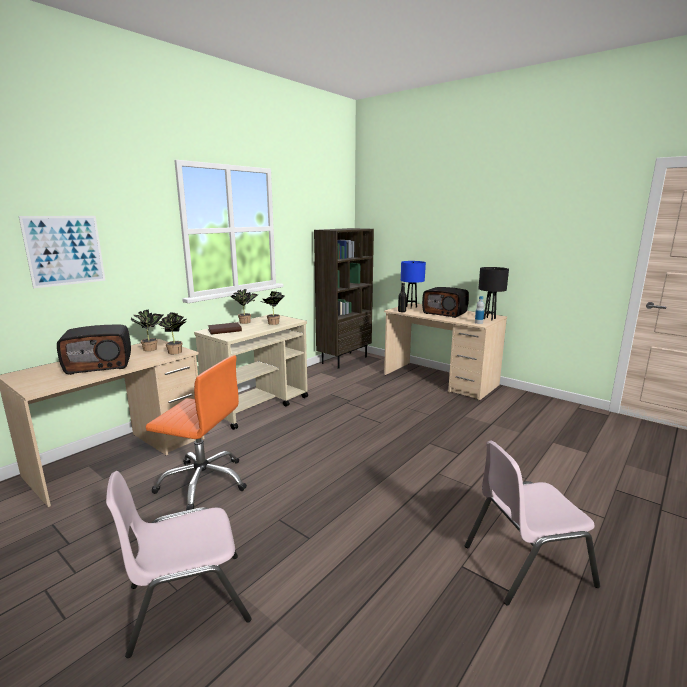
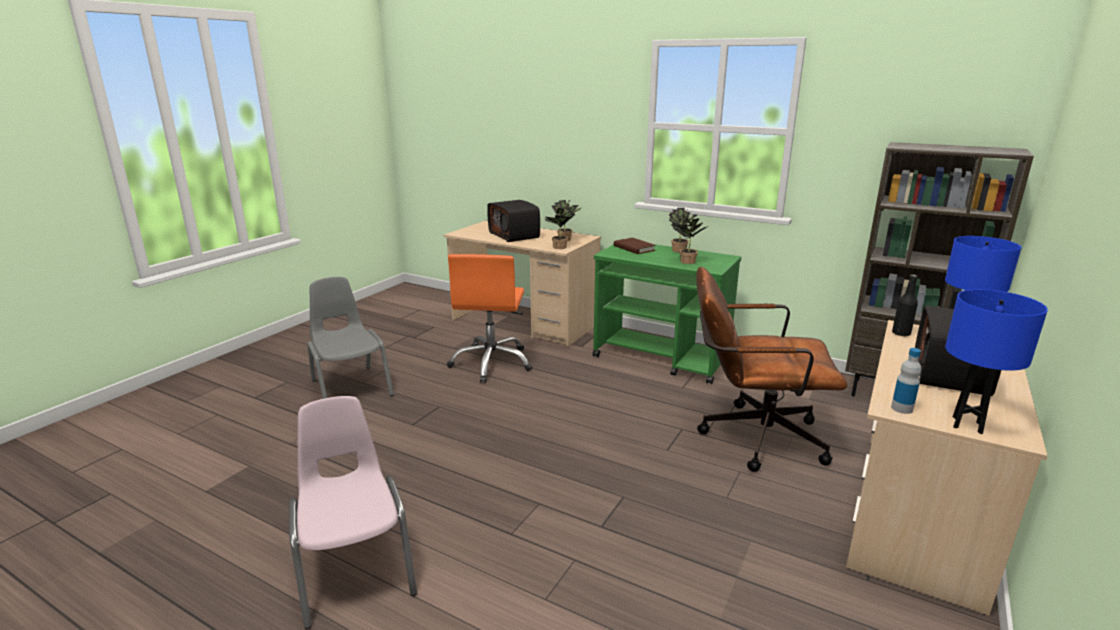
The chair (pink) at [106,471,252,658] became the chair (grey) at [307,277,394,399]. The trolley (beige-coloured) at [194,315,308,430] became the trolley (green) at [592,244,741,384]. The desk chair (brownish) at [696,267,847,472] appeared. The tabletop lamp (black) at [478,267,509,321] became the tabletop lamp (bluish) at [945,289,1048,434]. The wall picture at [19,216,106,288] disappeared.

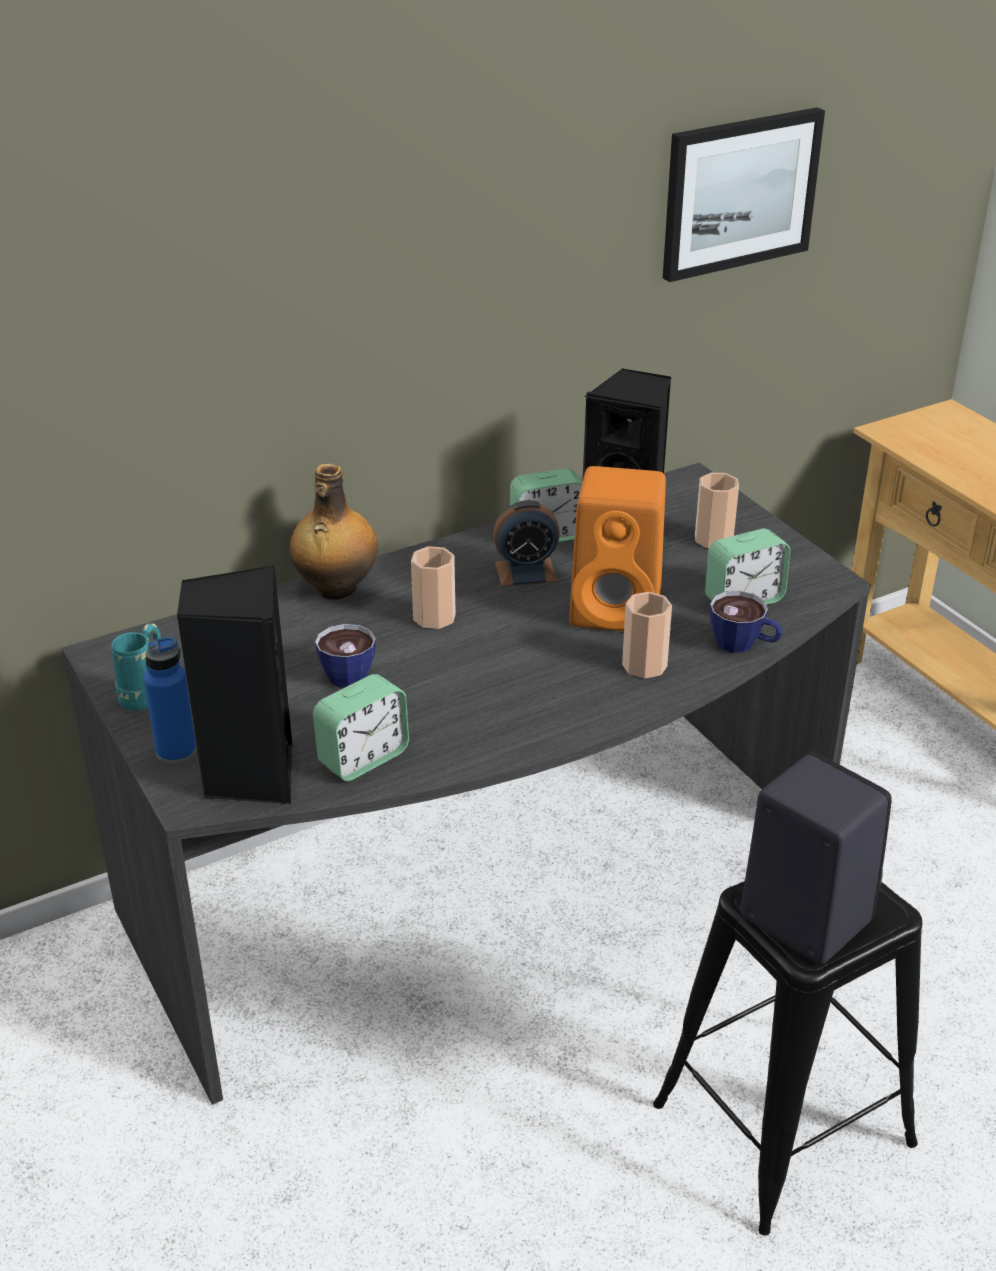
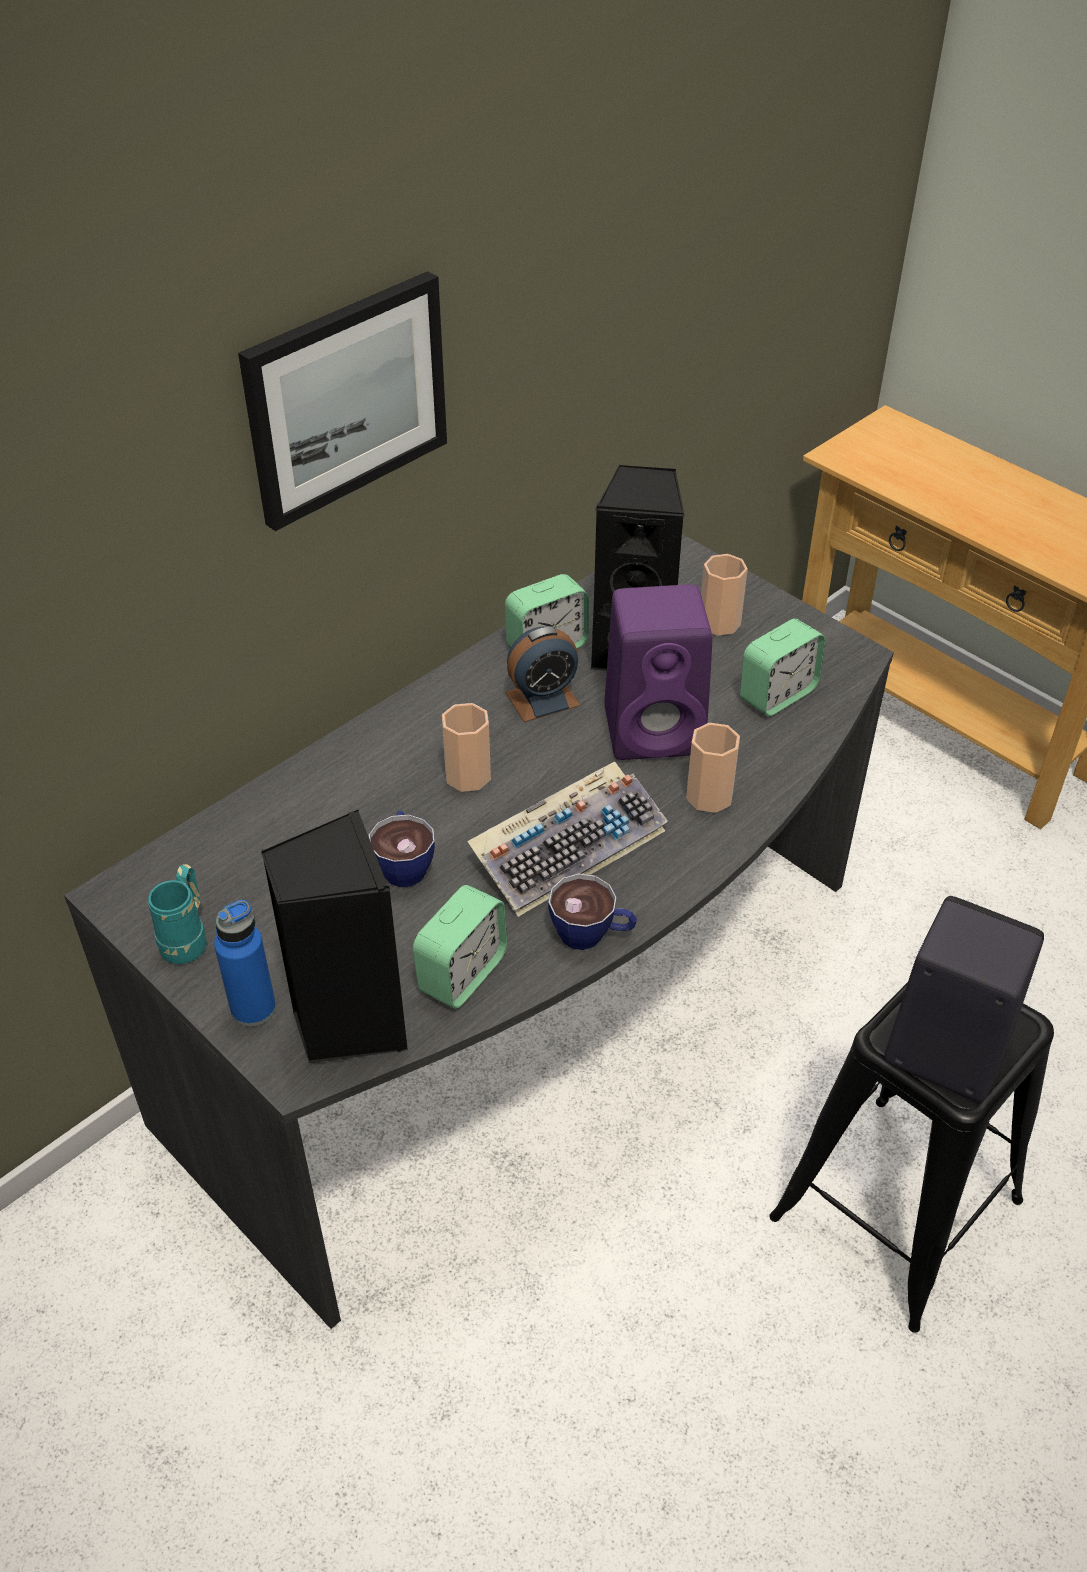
The wall picture moved from [663,107,825,282] to [238,271,447,531]. The computer keyboard at [468,762,668,917] appeared. The drinking cup moved from [710,591,783,653] to [548,873,637,950]. The audio speaker (orangey) at [569,466,666,631] became the audio speaker (purple) at [604,584,712,760]. The drink bottle at [290,464,378,600] disappeared.

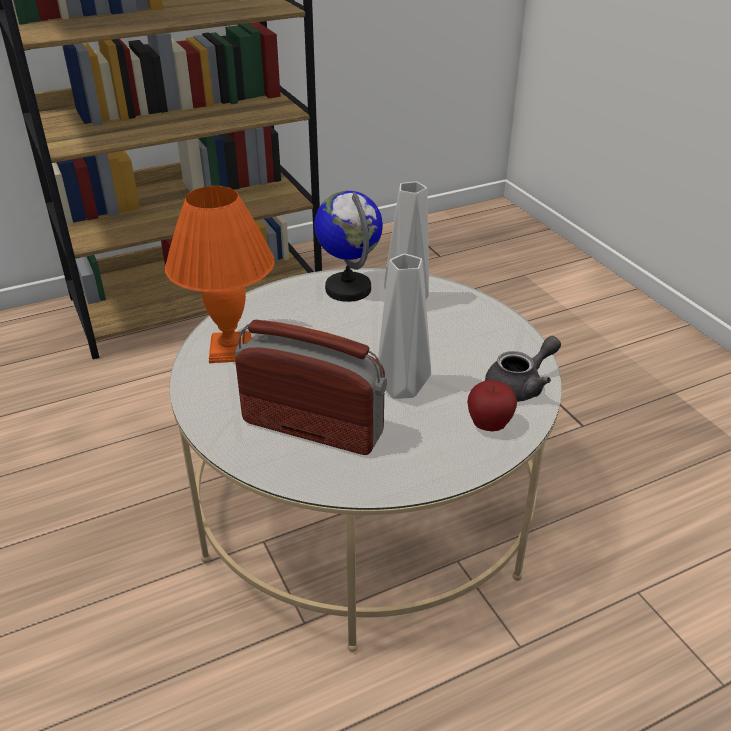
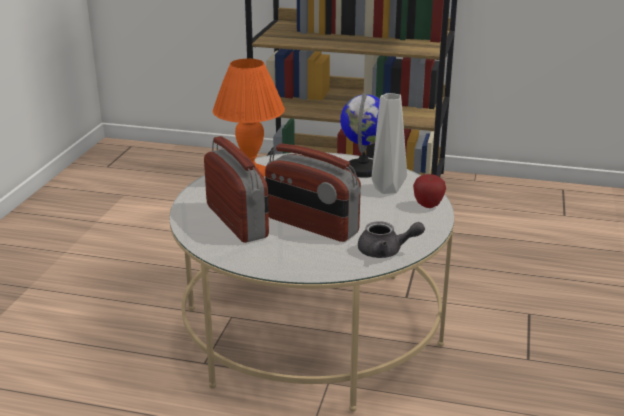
The decorative vase (grey) at [378,254,431,399] was replaced by the radio set at [265,143,361,242]. The apple fruit moved from [467,380,517,431] to [413,174,446,208].

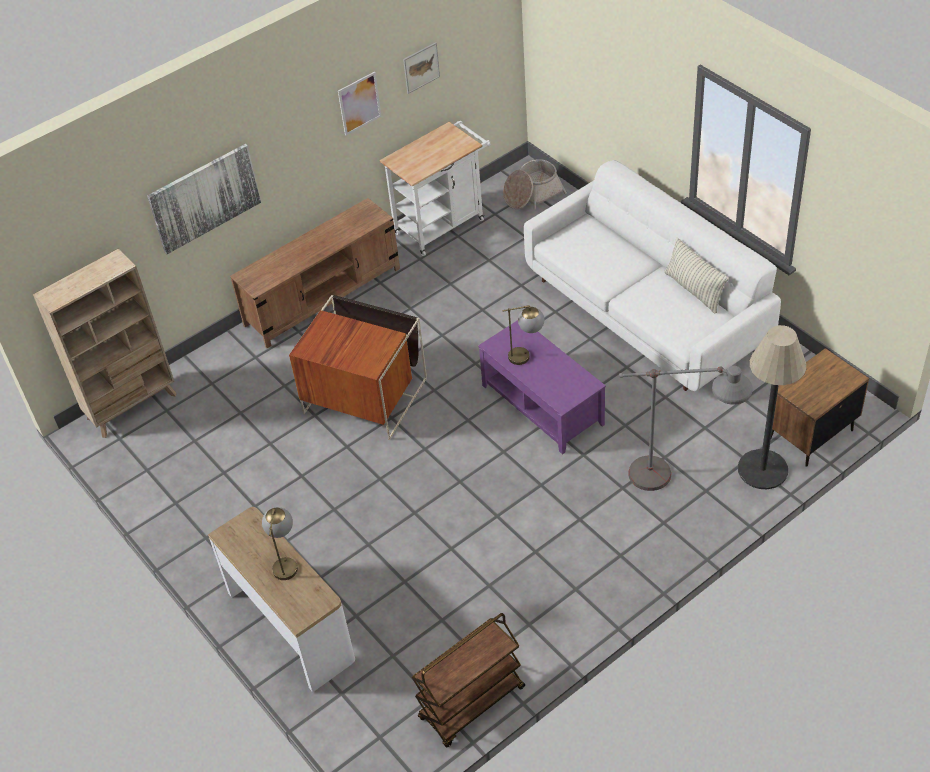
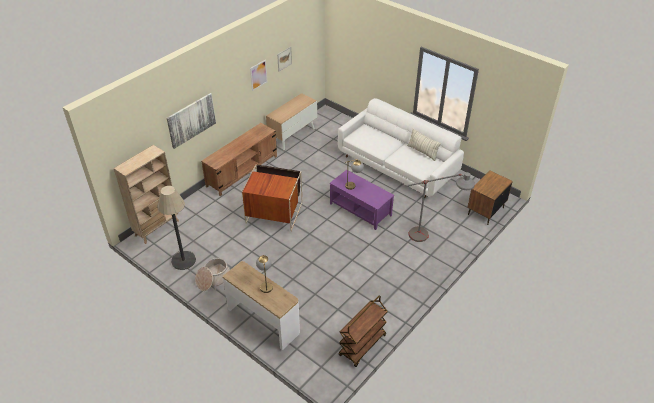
The standard lamp moved from [738,325,806,489] to [157,186,196,270]. The household basket moved from [503,159,567,210] to [195,258,230,291]. The trolley (white) at [380,121,490,256] was replaced by the storage cabinet at [266,93,317,150].

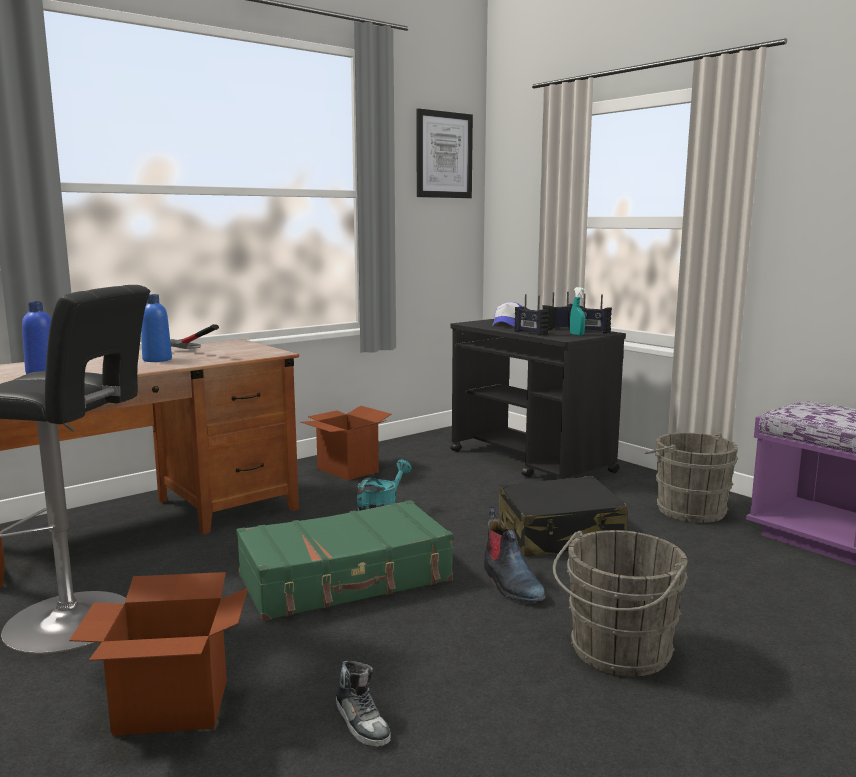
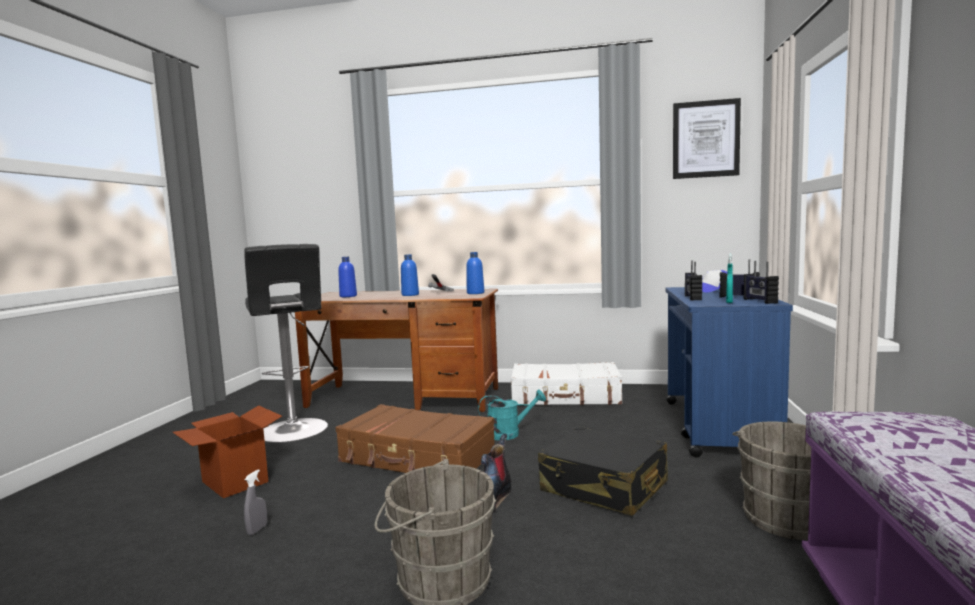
The item of footwear at [336,661,391,747] was replaced by the sprayer (grey) at [244,469,267,535]. The piece of luggage (green) at [237,500,453,621] became the piece of luggage (brownish) at [336,404,495,473]. The drink bottle (bluish) at [466,252,484,294] appeared. The carton at [301,405,392,480] was replaced by the piece of luggage (white) at [511,362,622,405]. The trolley (black) at [450,319,626,479] became the trolley (bluish) at [666,287,793,457].

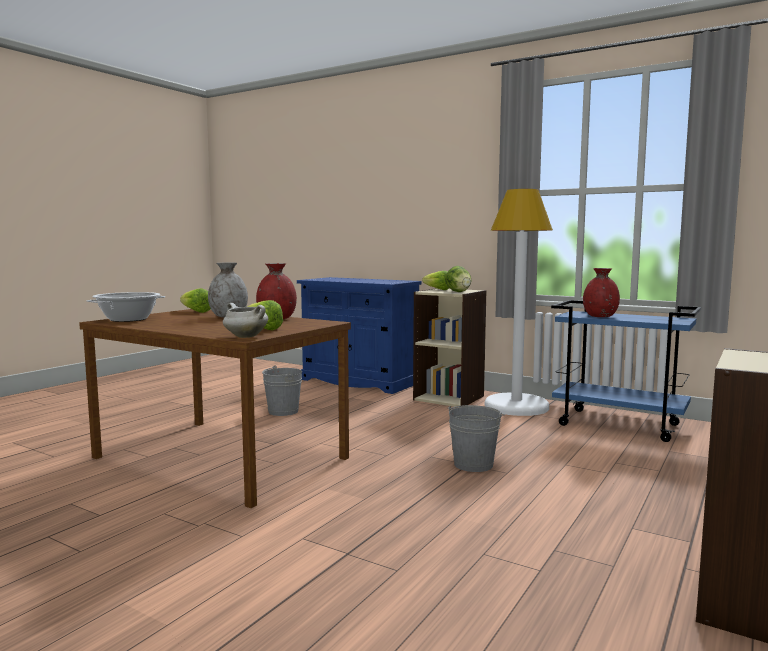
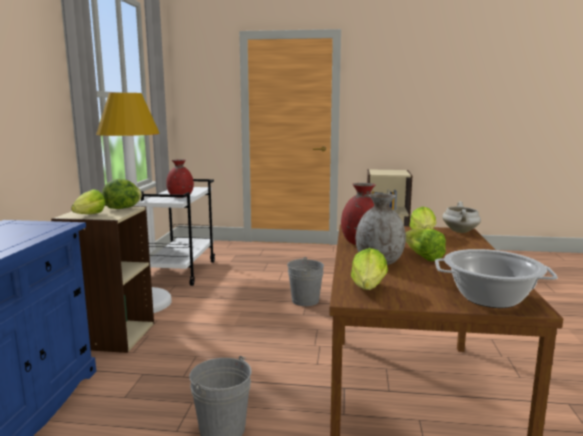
The trolley (bluish) at [551,300,701,442] became the trolley (white) at [139,179,215,286]. The head of lettuce at [405,228,446,261] appeared.

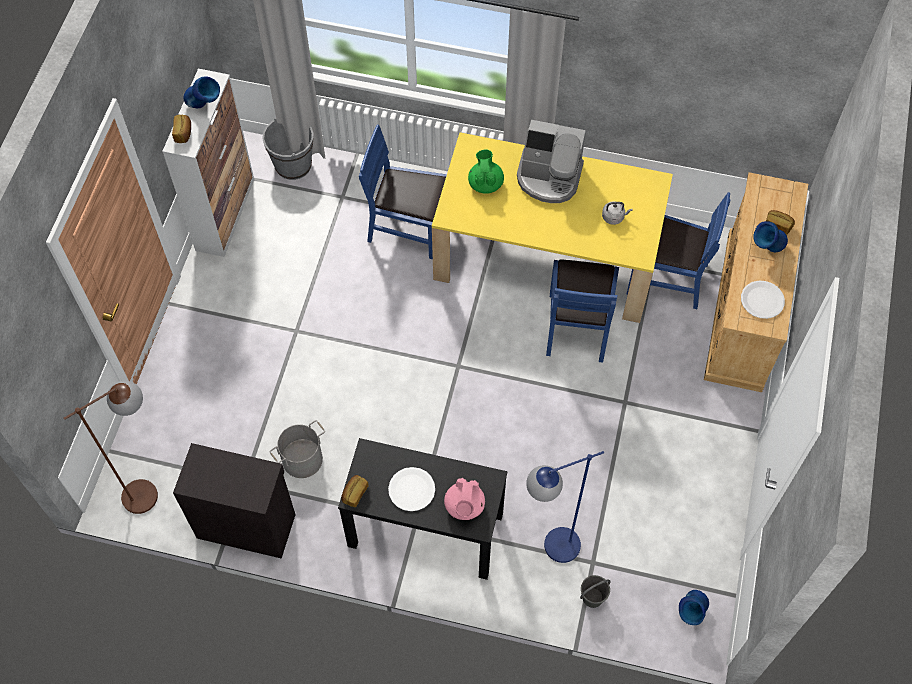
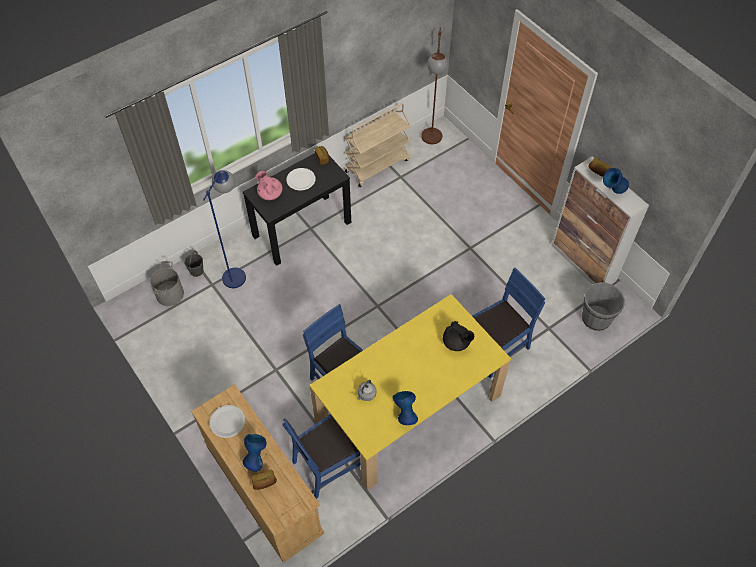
The water bucket (grey) moved from [269,420,325,478] to [150,261,184,306]. The storage cabinet (black) at [173,443,296,559] was replaced by the trolley (beige-coloured) at [345,103,411,187]. The decorative vase (bluish) moved from [679,590,709,625] to [393,391,418,425]. The tea pot (green) at [468,149,504,194] became the tea pot (black) at [443,321,474,351]. The coffee brewer at [517,120,586,203] disappeared.

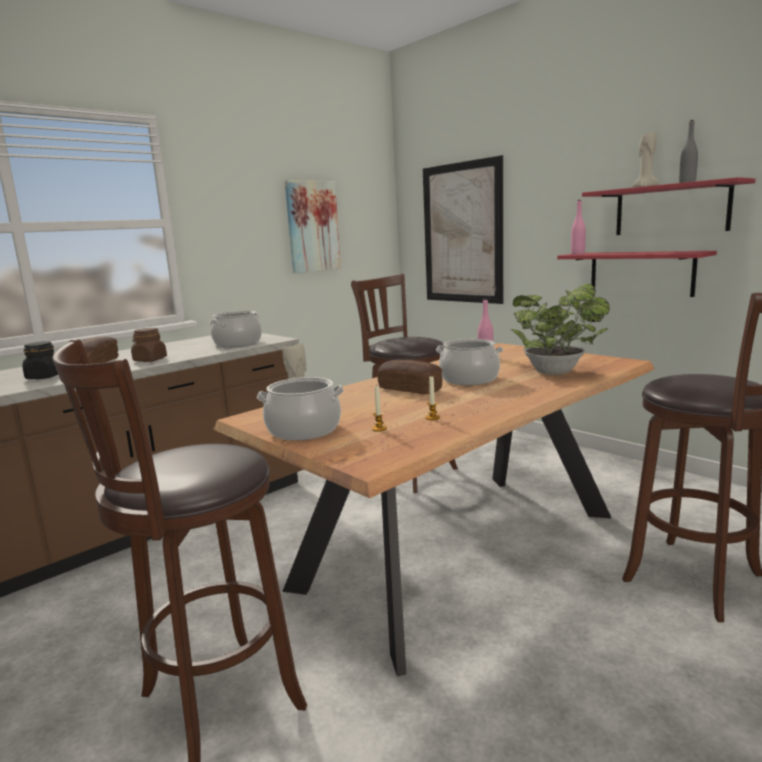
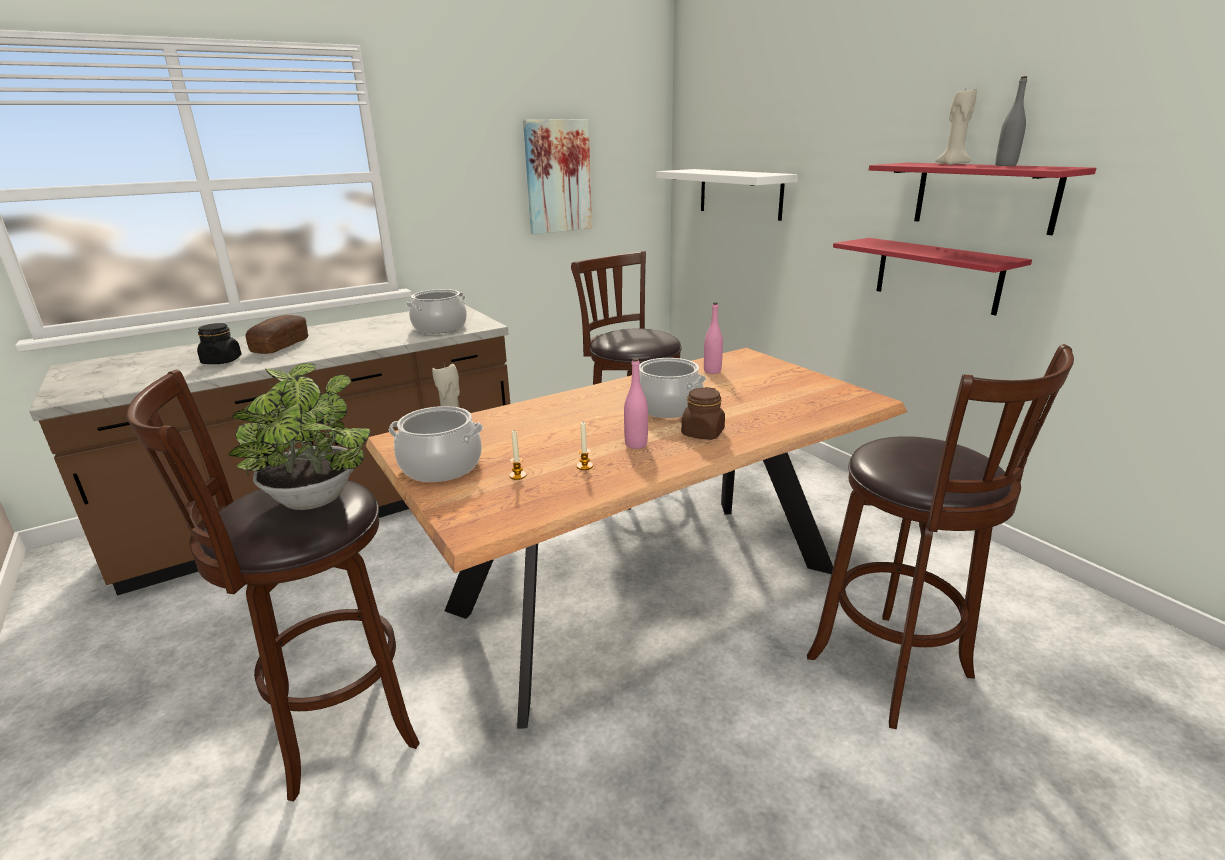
The plant in a pot moved from [511,283,610,375] to [228,363,371,510]. The drink bottle (pink) moved from [571,200,586,255] to [624,358,648,449]. The wall picture at [423,155,503,304] was replaced by the shelf (white) at [656,169,798,221]. The preserve jar (brownish) moved from [131,328,167,362] to [681,387,725,440]. The baked bread at [377,360,442,394] disappeared.

